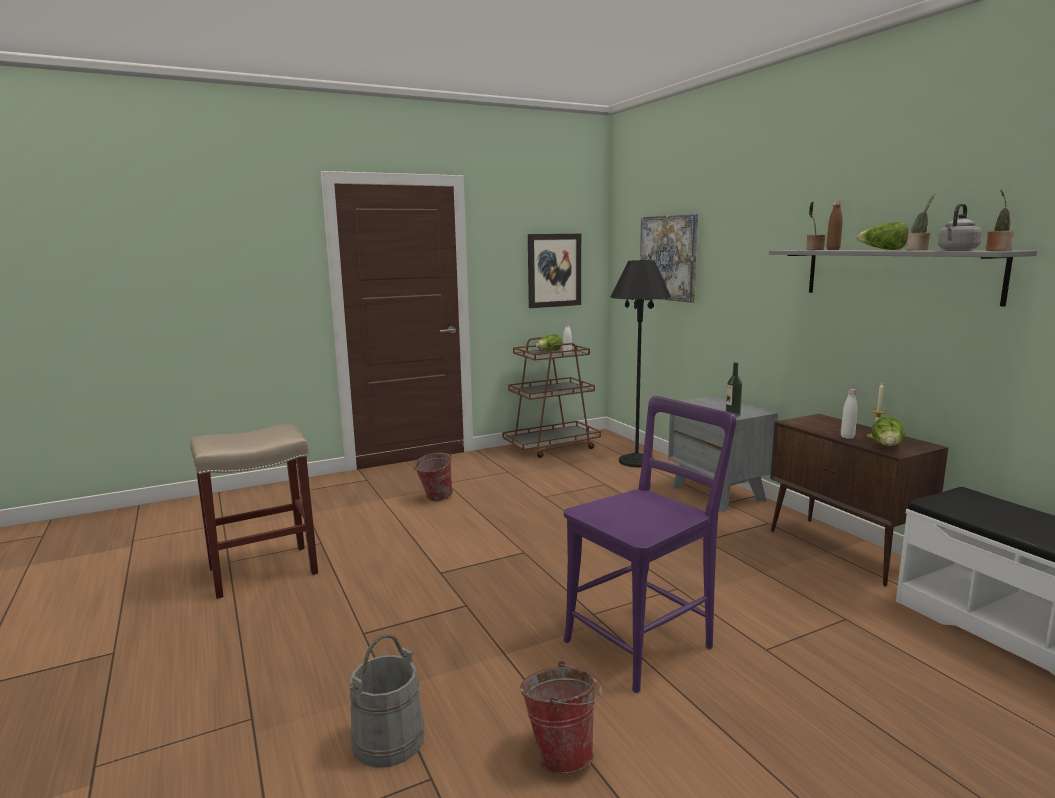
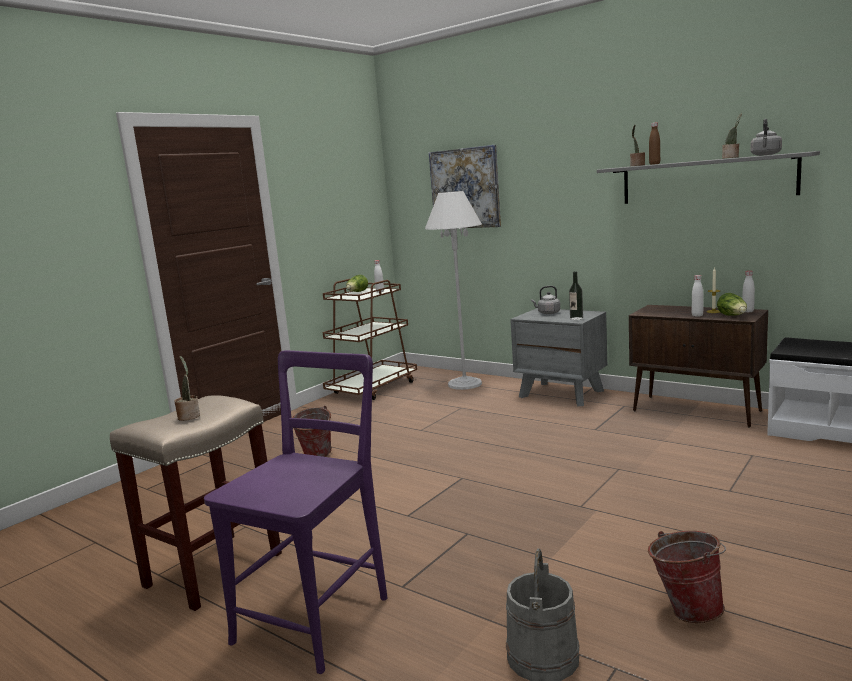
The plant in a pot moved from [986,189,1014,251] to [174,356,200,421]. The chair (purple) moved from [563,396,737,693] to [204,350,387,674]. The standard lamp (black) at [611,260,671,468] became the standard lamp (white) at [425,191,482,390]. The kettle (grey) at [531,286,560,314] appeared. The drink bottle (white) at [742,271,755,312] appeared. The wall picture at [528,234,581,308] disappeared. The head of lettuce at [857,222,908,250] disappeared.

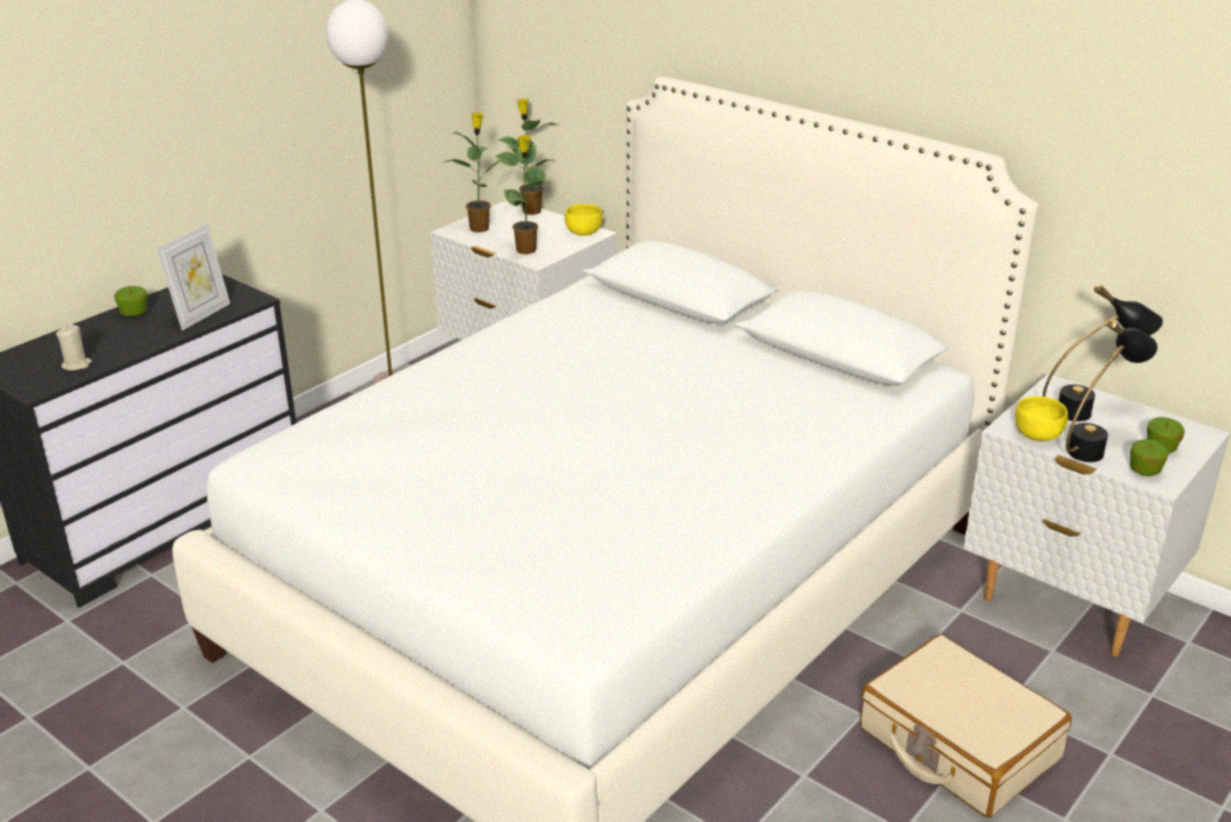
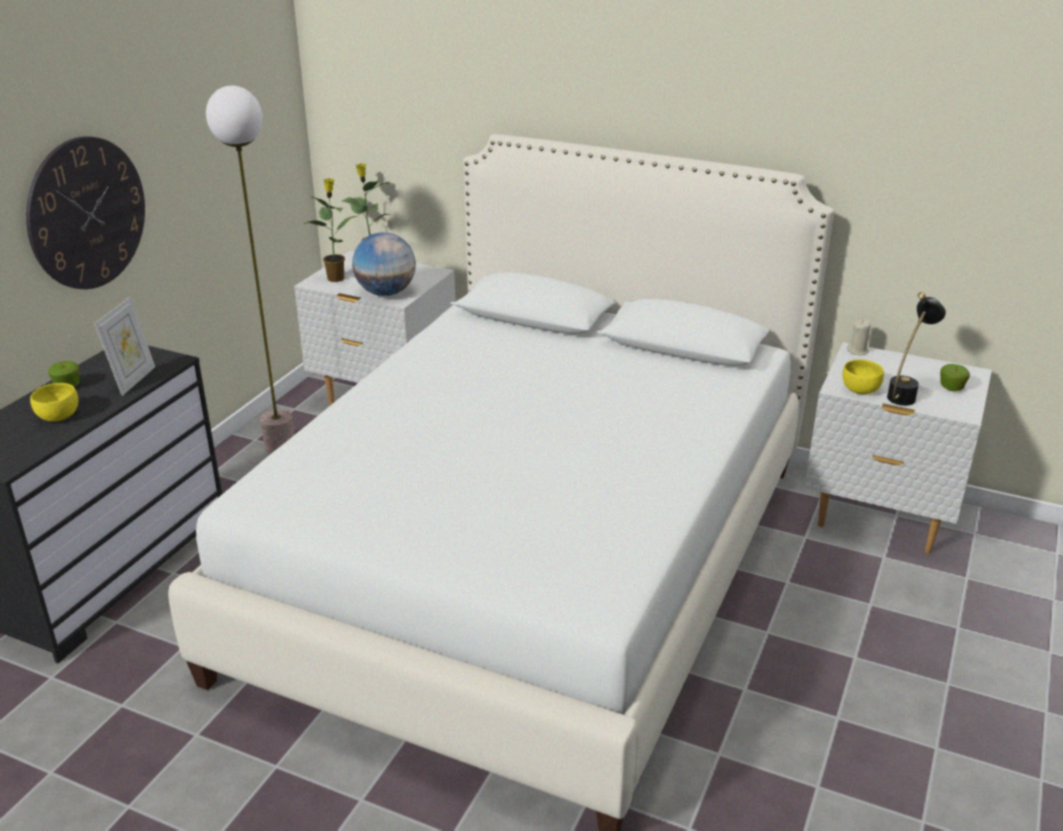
The clock on the wall at [26,136,145,289] appeared. The bowl (yellowish) moved from [565,204,603,236] to [30,383,78,421]. The plant in a pot at [495,134,549,254] was replaced by the globe at [352,232,416,296]. The candle (beige-coloured) moved from [56,325,92,370] to [847,320,870,355]. The piece of luggage (beige-coloured) at [860,634,1072,818] disappeared. The tabletop lamp (black) at [1043,284,1163,421] disappeared. The apple fruit at [1130,439,1169,476] disappeared.

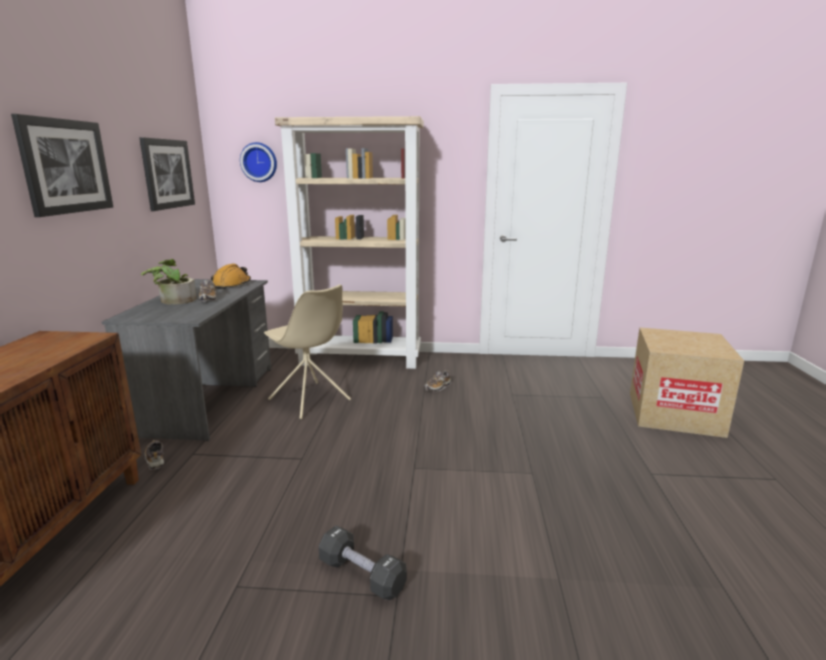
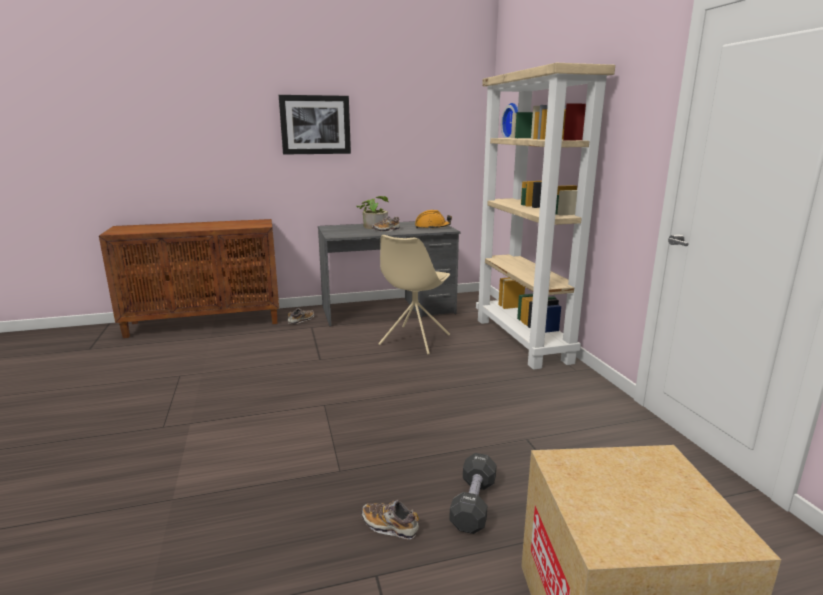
The item of footwear moved from [424,370,451,391] to [361,500,419,539]. The dumbbell (black) moved from [319,526,407,600] to [449,453,497,534]. The wall picture at [139,137,195,211] disappeared.

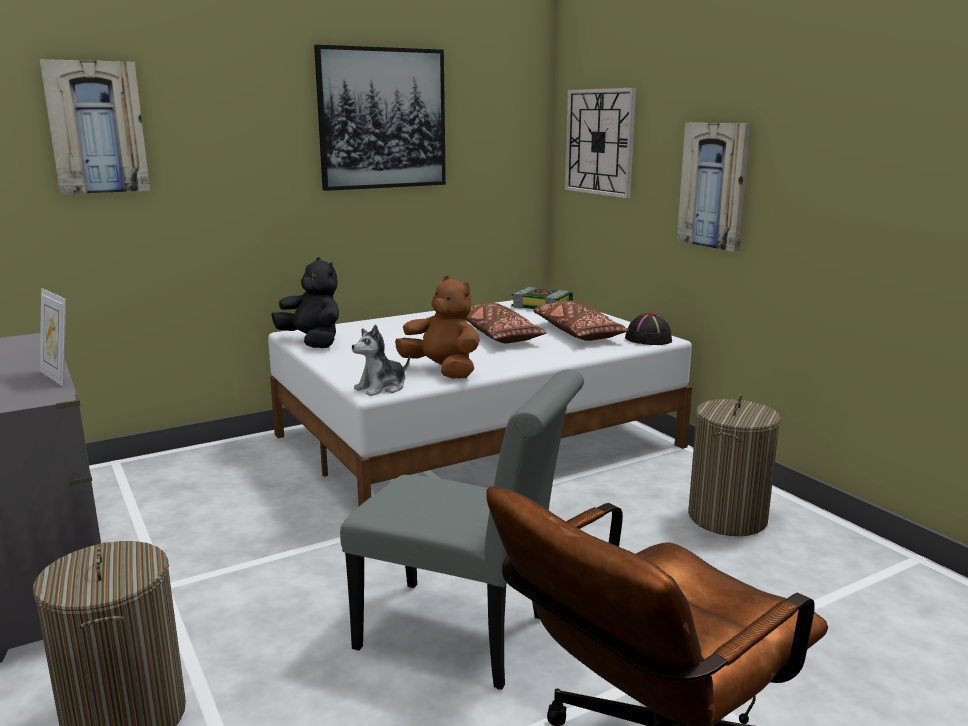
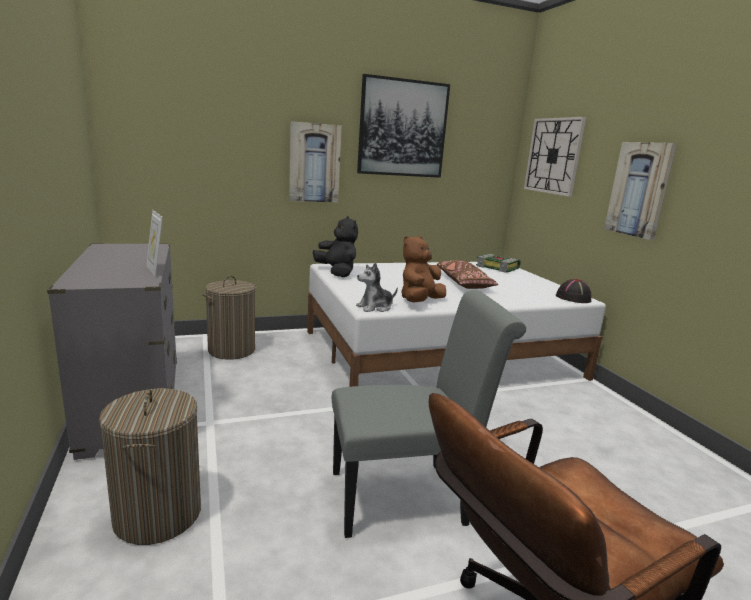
The laundry basket moved from [688,394,781,536] to [202,276,257,360]. The wall picture moved from [40,59,150,195] to [289,121,342,202]. The chair (grey) at [340,369,584,690] turned 45 degrees counterclockwise. The plush toy (brownish) at [395,275,480,378] turned 105 degrees counterclockwise. The pillow (brownish) at [533,301,629,341] disappeared.

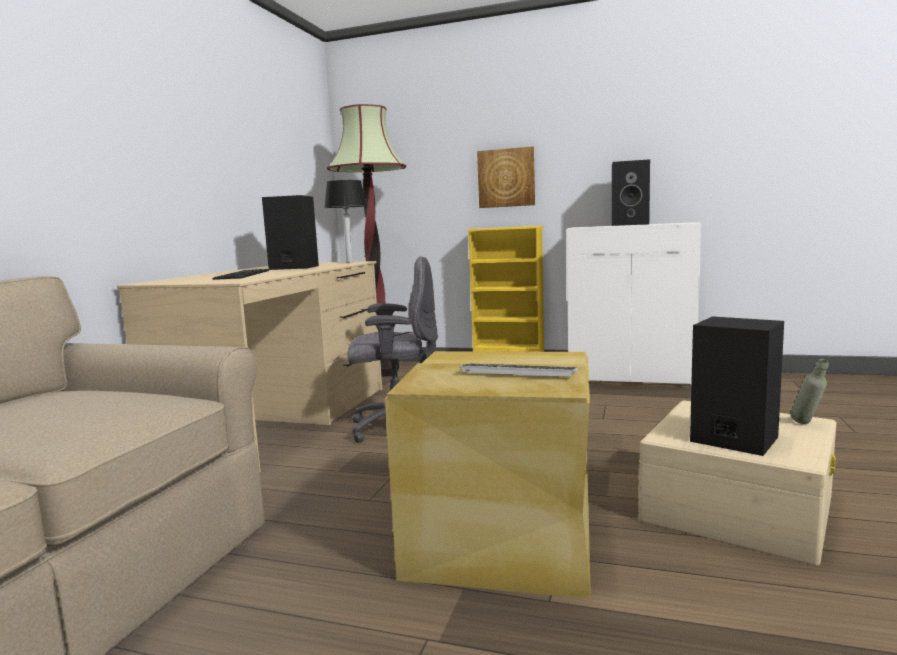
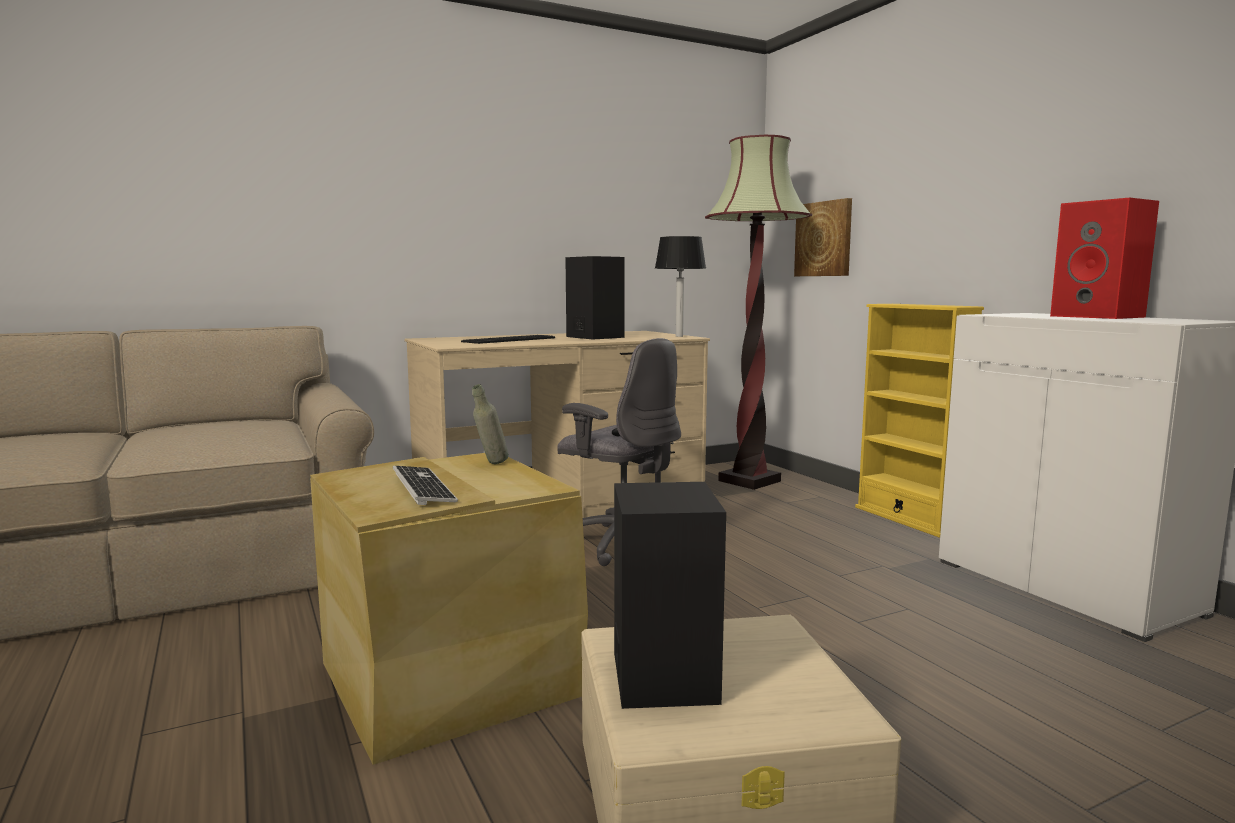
The drink bottle (grey) moved from [791,359,829,424] to [472,384,509,464]. The wall picture moved from [477,146,535,208] to [794,198,852,276]. The audio speaker (black) at [612,159,650,226] became the audio speaker (red) at [1050,198,1159,319].

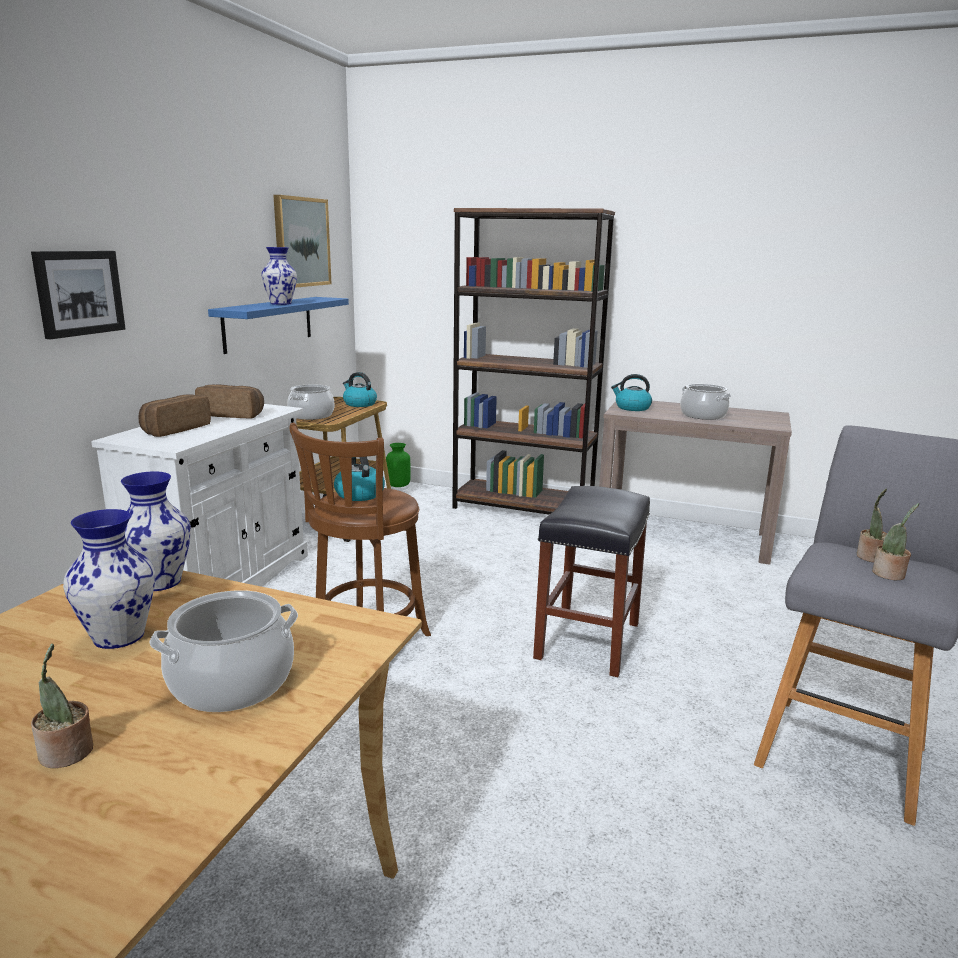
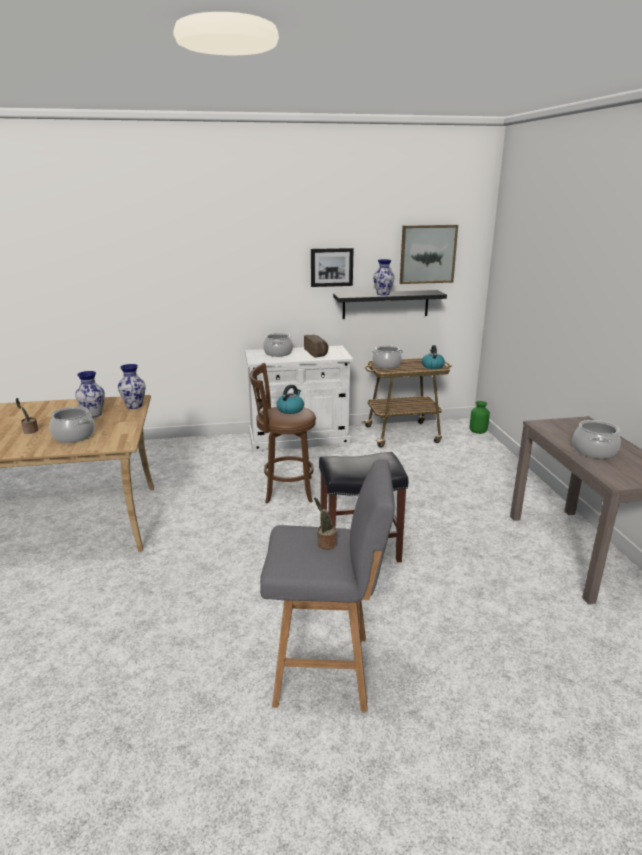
The baked bread at [139,394,211,437] was replaced by the cooking pot at [263,333,293,357]. The wall picture moved from [31,251,126,339] to [311,248,354,287]. The shelf (bluish) at [208,297,349,354] became the shelf (black) at [333,290,447,319]. The bookshelf (brownish) at [452,208,615,515] disappeared. The kettle at [611,374,652,411] disappeared. The plant in a pot at [872,503,919,580] disappeared.

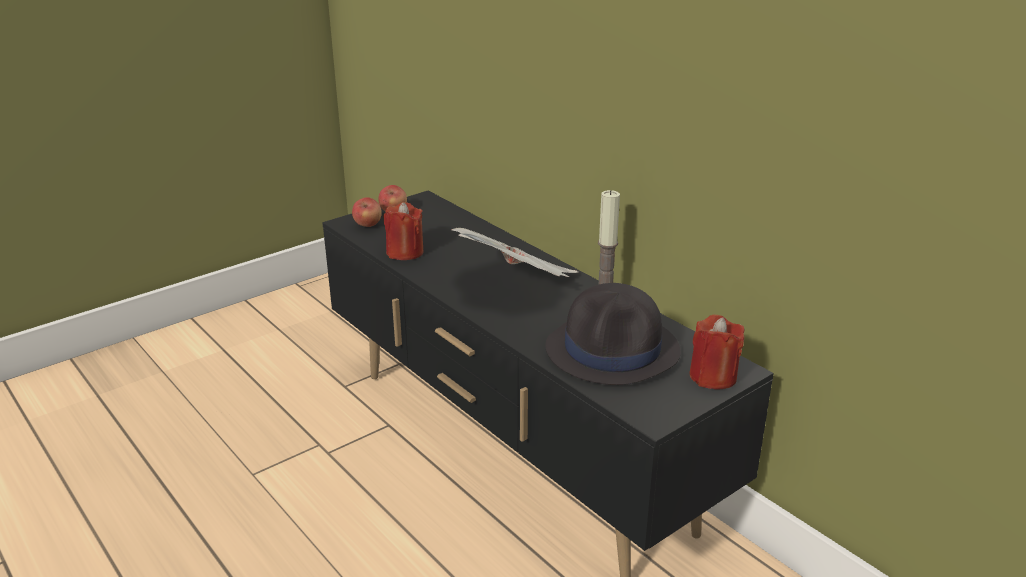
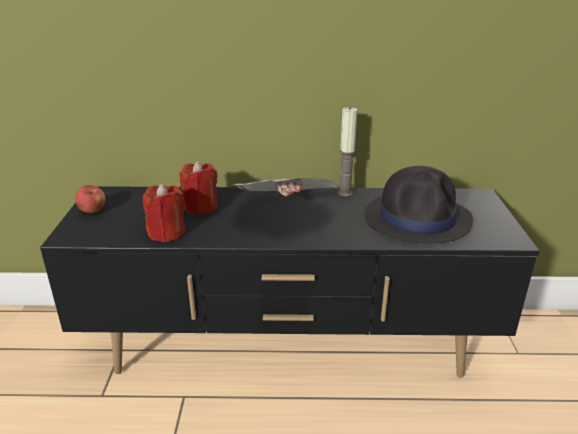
The candle (red) moved from [689,314,744,390] to [180,161,217,215]. The apple fruit at [352,197,382,227] disappeared.

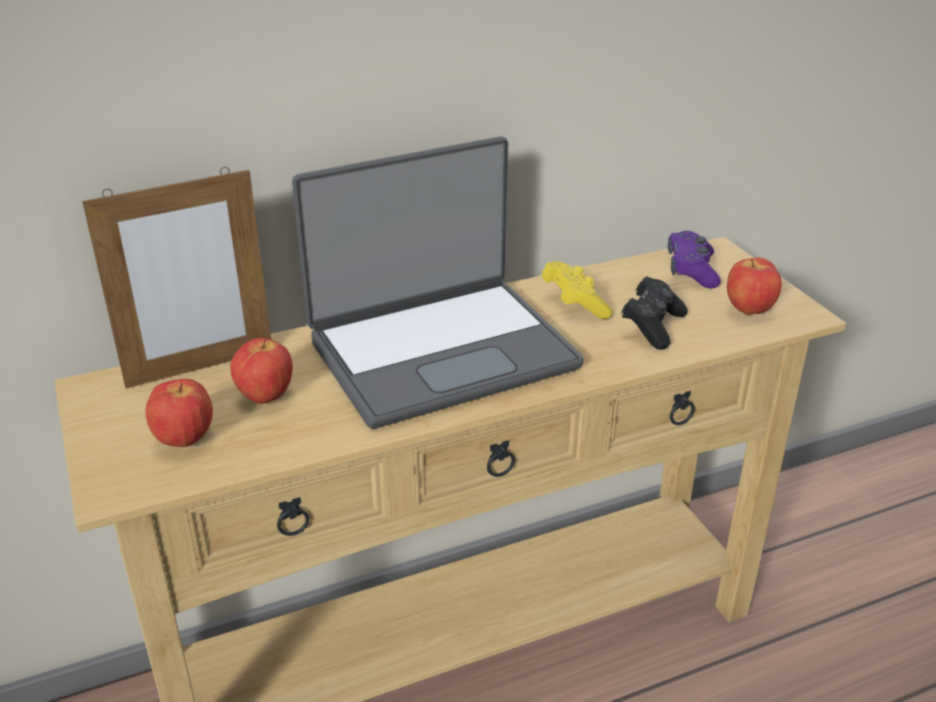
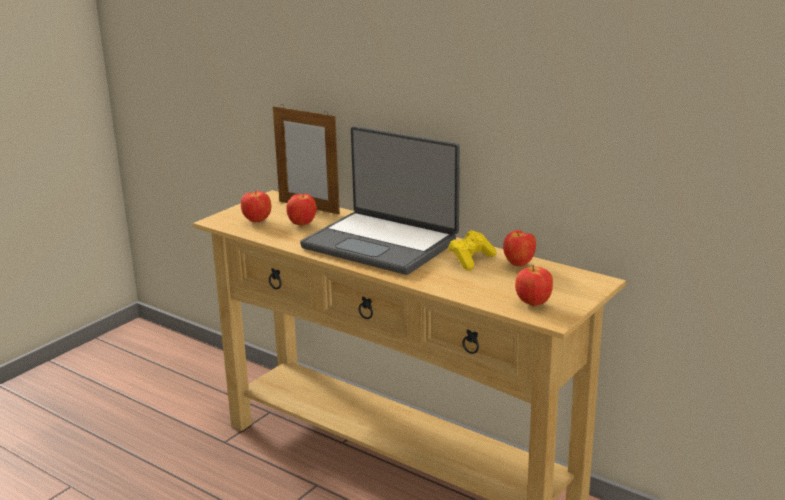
The apple fruit at [503,230,536,267] appeared. The gamepad (black) at [621,276,688,350] disappeared. The gamepad (purple) at [668,231,721,288] disappeared.

